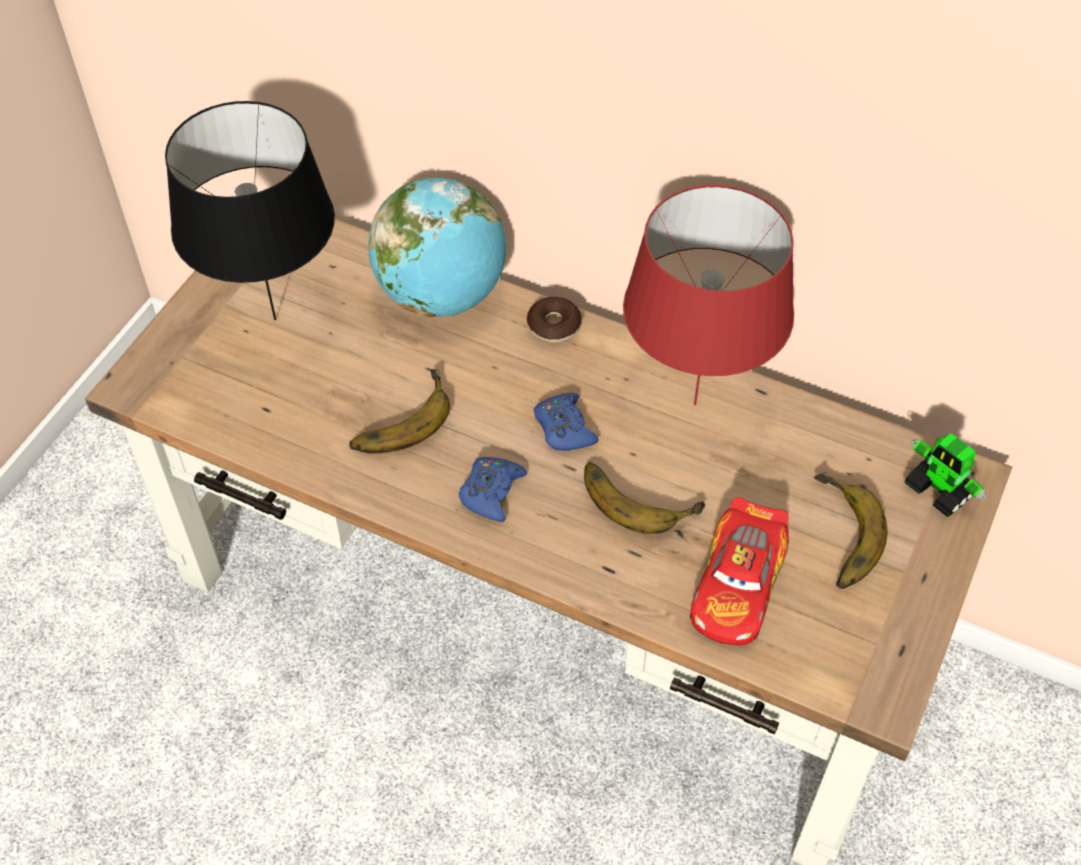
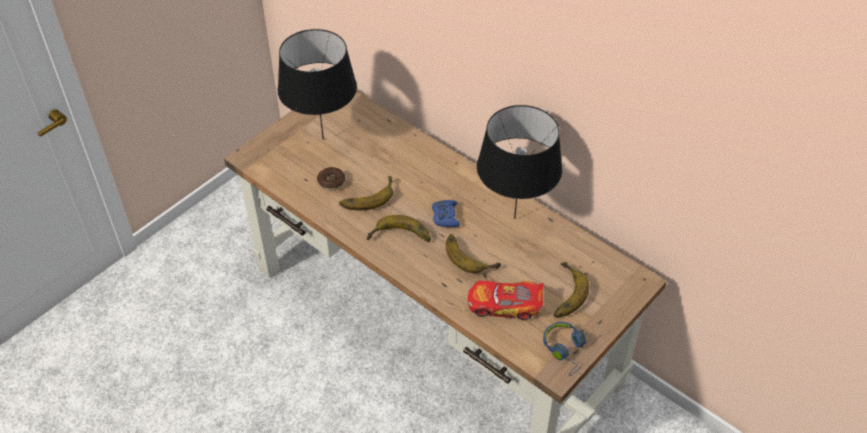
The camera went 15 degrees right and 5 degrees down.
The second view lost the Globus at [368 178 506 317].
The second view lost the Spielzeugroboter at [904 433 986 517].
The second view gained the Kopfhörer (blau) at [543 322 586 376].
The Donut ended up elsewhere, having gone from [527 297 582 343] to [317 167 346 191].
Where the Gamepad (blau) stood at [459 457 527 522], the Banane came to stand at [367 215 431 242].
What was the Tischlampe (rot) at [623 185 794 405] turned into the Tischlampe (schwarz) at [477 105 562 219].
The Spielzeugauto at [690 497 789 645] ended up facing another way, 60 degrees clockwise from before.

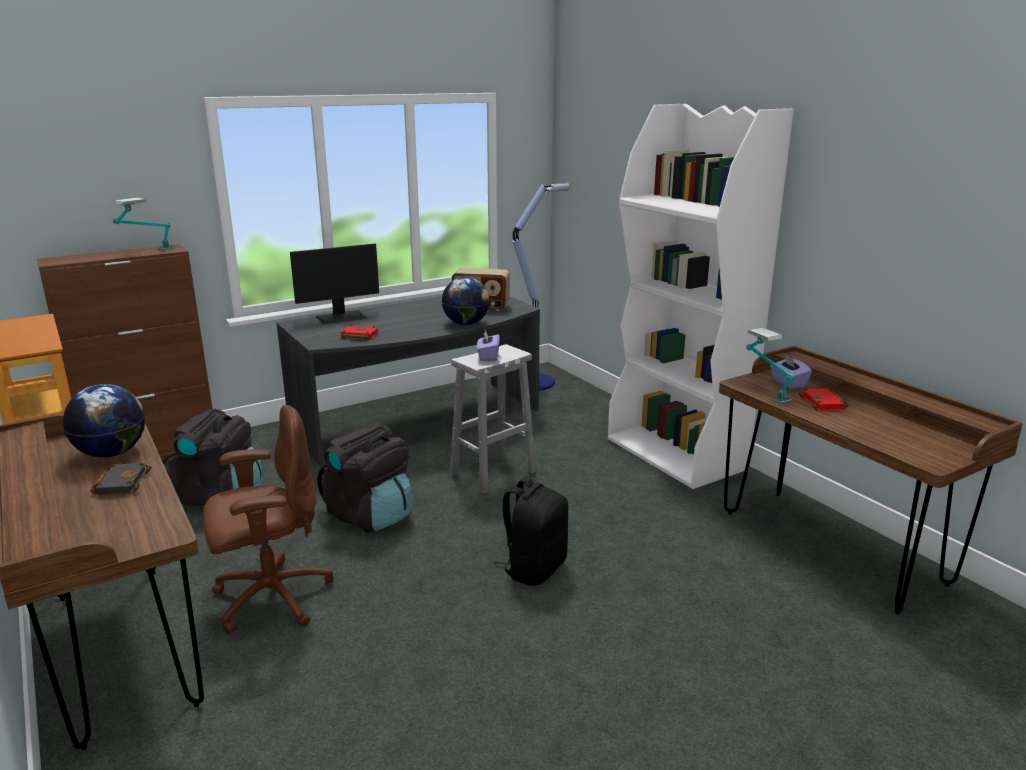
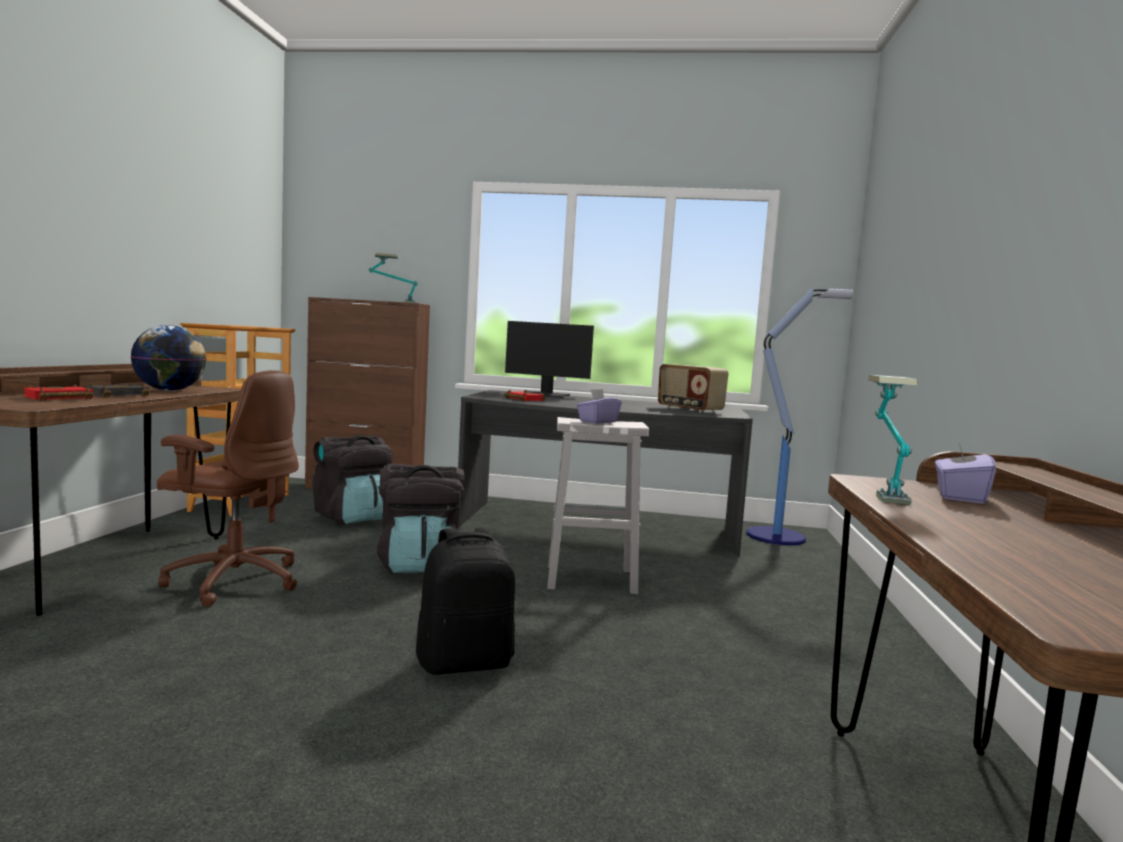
The camera went 40 degrees right and 15 degrees down.
The second view lost the Globus at [442 277 490 325].
The second view lost the Bücherregal (weiß) at [608 104 794 489].
The Buch (rot) ended up elsewhere, having gone from [798 388 849 411] to [23 384 94 401].

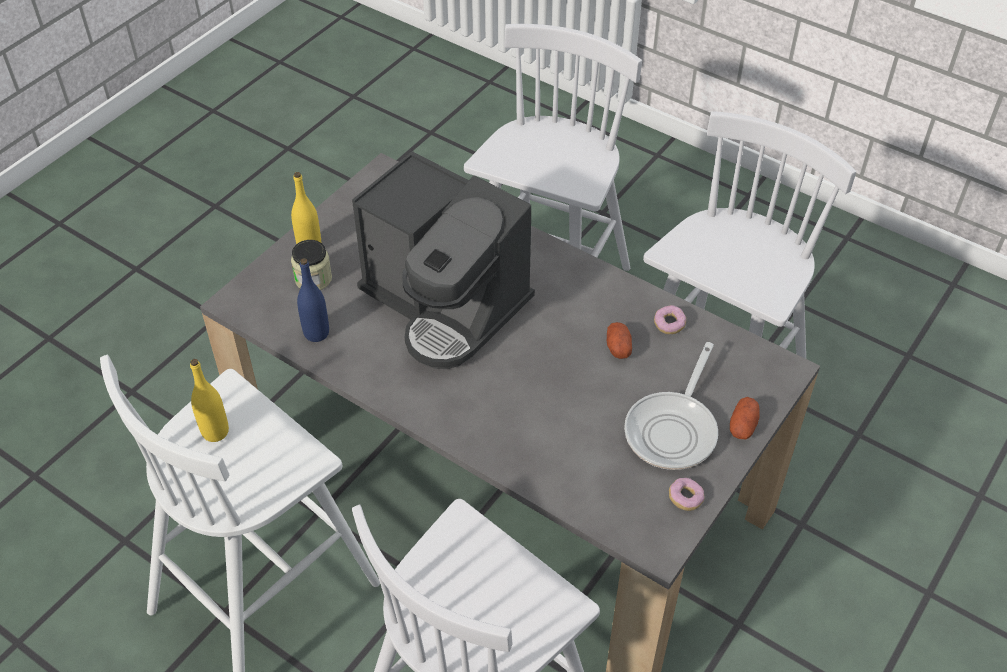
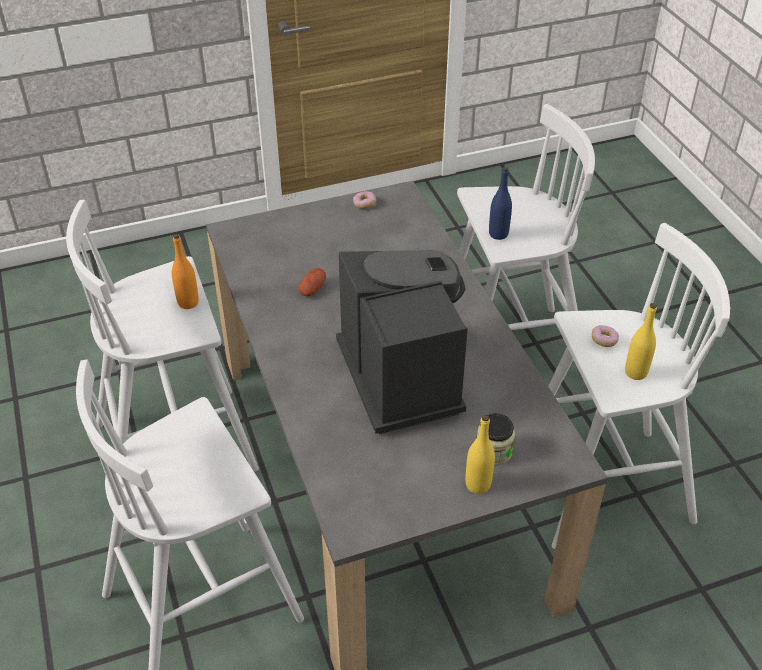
The camera went 145 degrees left and 5 degrees down.
The second view lost the Pfanne at [624 342 718 470].
The second view lost the Kartoffel at [730 397 759 439].
The second view gained the Flasche (orange) at [172 234 199 309].
The Flasche (blau) ended up elsewhere, having gone from [297 258 329 342] to [489 167 512 240].
The Donut ended up elsewhere, having gone from [654 305 686 334] to [592 325 619 347].

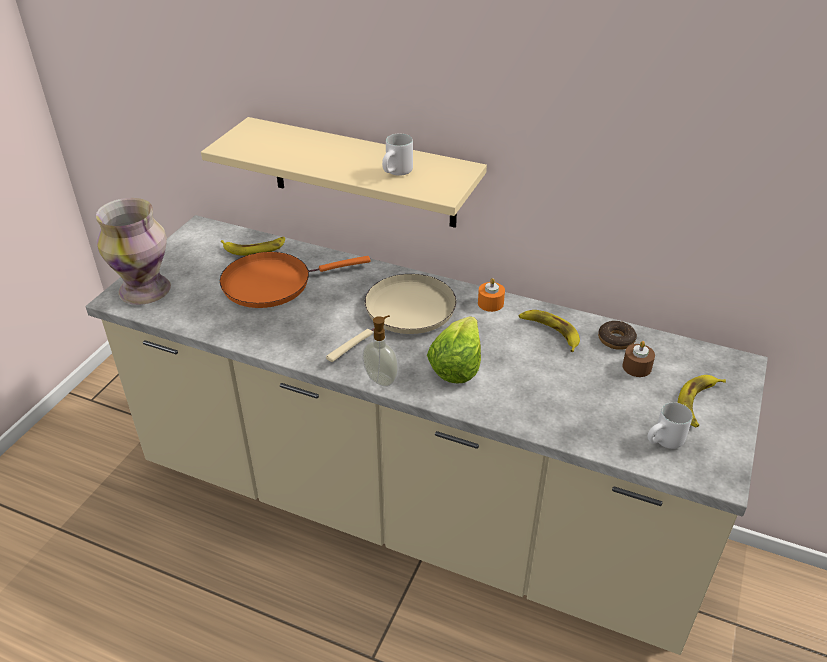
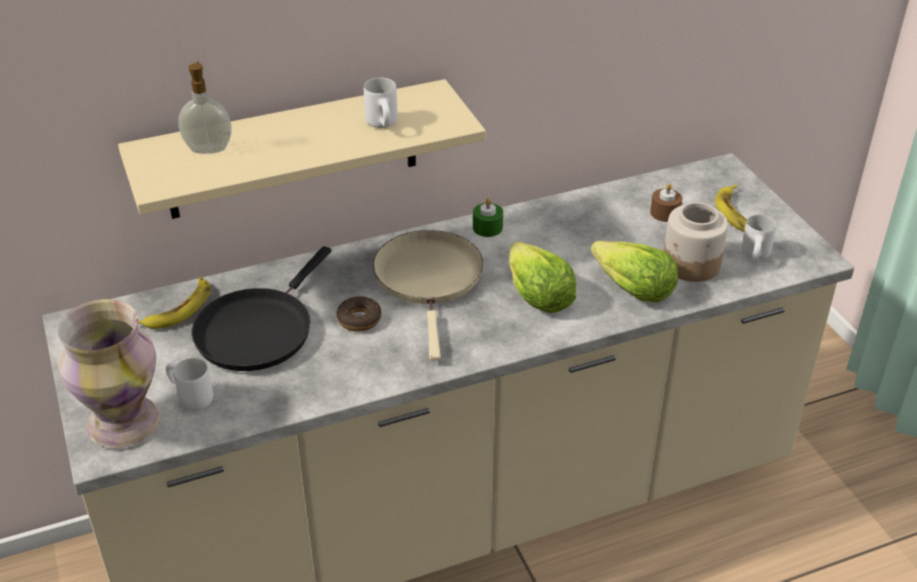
The camera went 45 degrees left and 0 degrees up.
The second view lost the Banane at [519 310 580 352].
The second view gained the Henkelbecher (weiß) at [166 358 213 411].
The second view gained the Salatkopf at [591 241 678 302].
The second view gained the Vorratsglas at [664 202 728 282].
The Seifenspender ended up elsewhere, having gone from [362 315 399 387] to [178 61 232 154].
The Donut ended up elsewhere, having gone from [598 321 637 350] to [336 296 381 331].
What was the Pfanne (orange) at [220 252 371 308] turned into the Pfanne (schwarz) at [192 246 331 371].
What was the Kerze (orange) at [478 278 505 312] turned into the Kerze (grün) at [473 198 503 237].

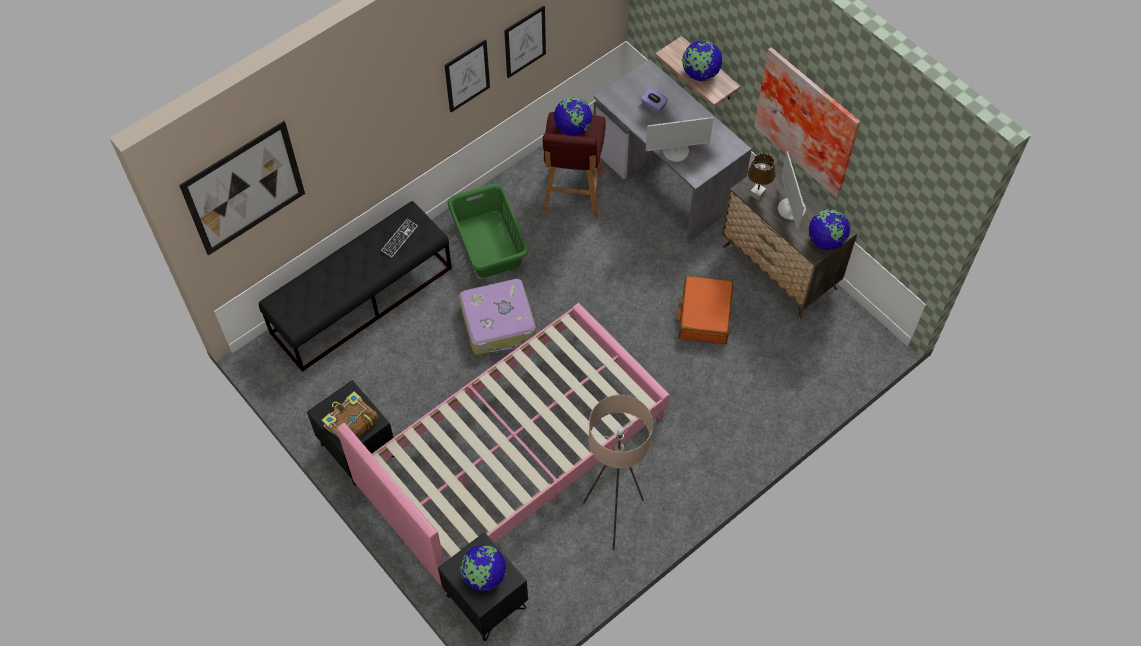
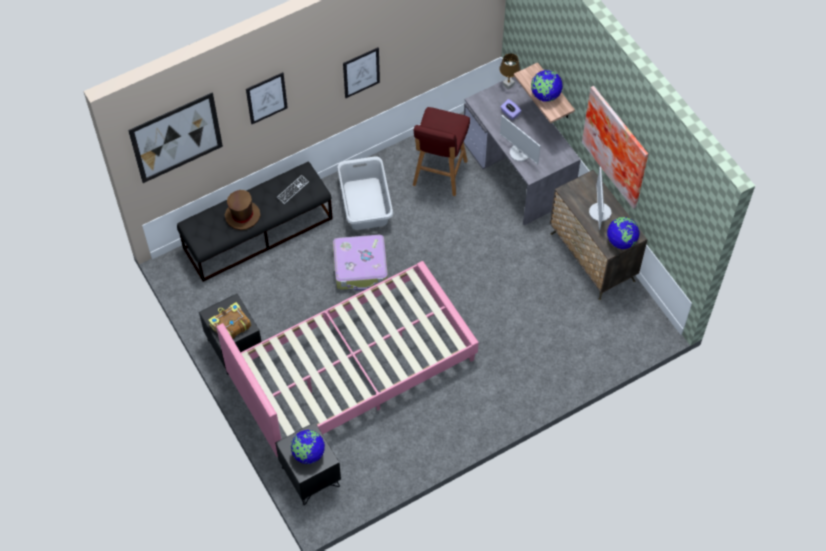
The camera went 10 degrees right and 0 degrees up.
The second view lost the Globus at [554 97 592 136].
The second view lost the Stehlampe (beige) at [583 395 653 550].
The second view lost the Koffer (orange) at [678 276 733 344].
The second view gained the Hut (braun) at [225 190 261 230].
The Bild ended up elsewhere, having gone from [504 6 546 78] to [246 72 288 124].
The Tischlampe (braun) ended up elsewhere, having gone from [748 153 776 200] to [499 53 520 90].
What was the Wäschekorb (grün) at [448 183 529 278] turned into the Wäschekorb (grau) at [337 156 393 230].
The Monitor at [646 117 713 162] ended up facing another way, 45 degrees clockwise from before.

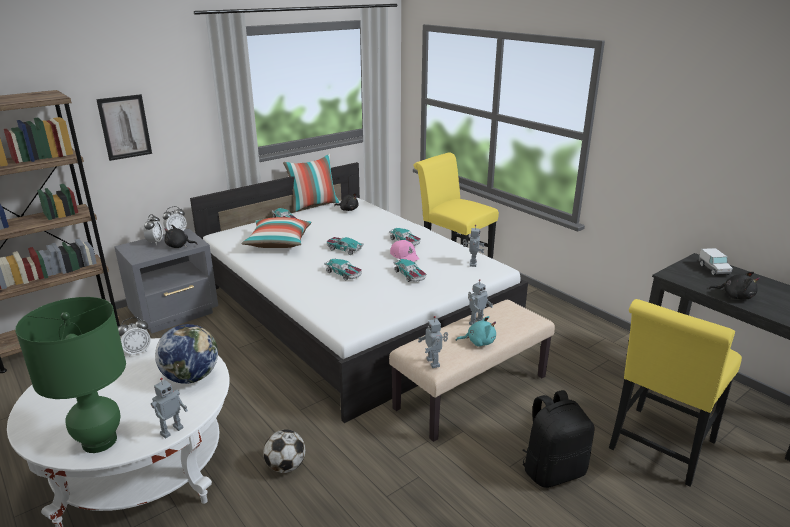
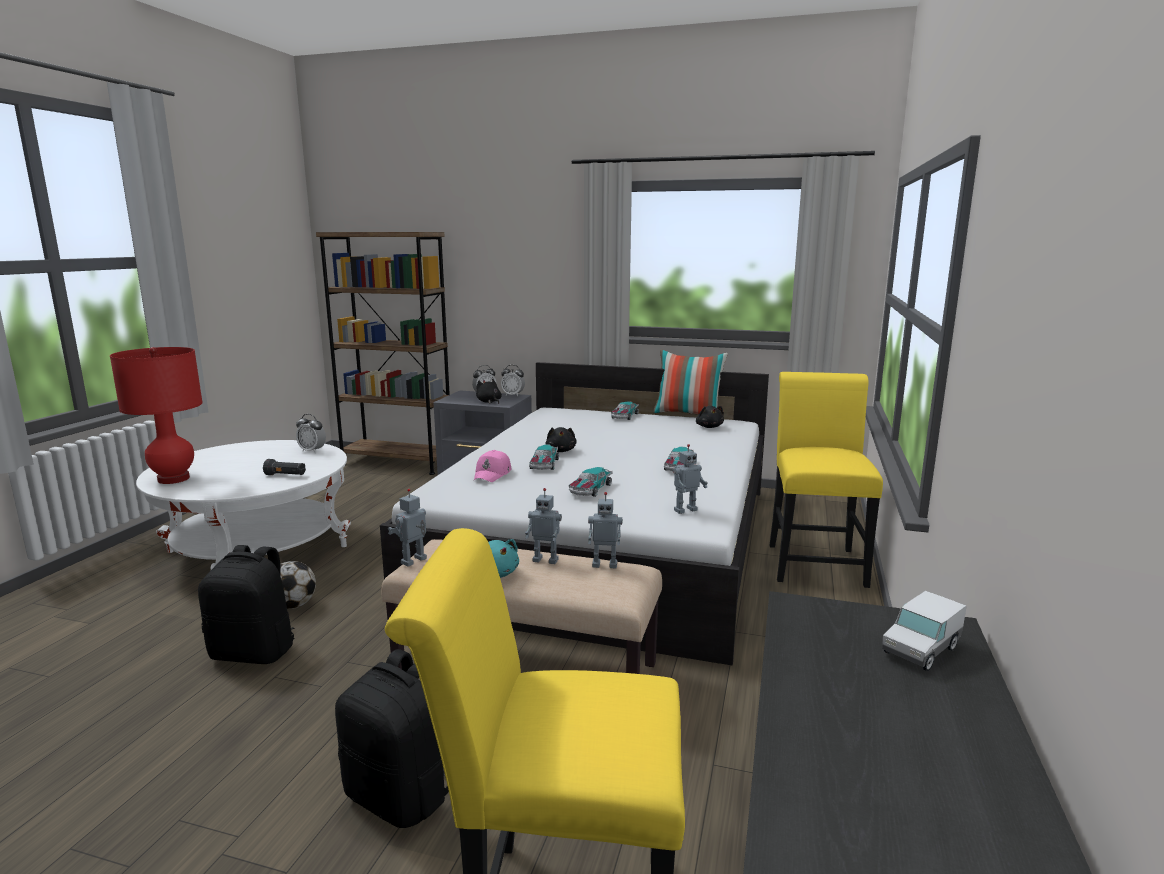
The camera went 55 degrees right and 10 degrees down.
The second view lost the Bild at [96 94 152 161].
The second view lost the Kissen at [242 217 311 248].
The second view lost the Spielzeugauto at [327 237 364 255].
The second view gained the Rucksack (schwarz) at [198 545 294 664].
The Spielzeugroboter ended up elsewhere, having gone from [151 378 188 438] to [588 492 623 568].
The Kappe (rosa) ended up elsewhere, having gone from [390 240 420 262] to [474 450 511 482].
The Plüschtier (schwarz) ended up elsewhere, having gone from [709 272 760 300] to [545 427 577 452].
Where the Globus stood at [155 324 218 384], the Taschenlampe (schwarz) came to stand at [263 459 306 475].
What was the Tischlampe (grün) at [15 297 126 453] turned into the Tischlampe (rot) at [110 347 203 484].

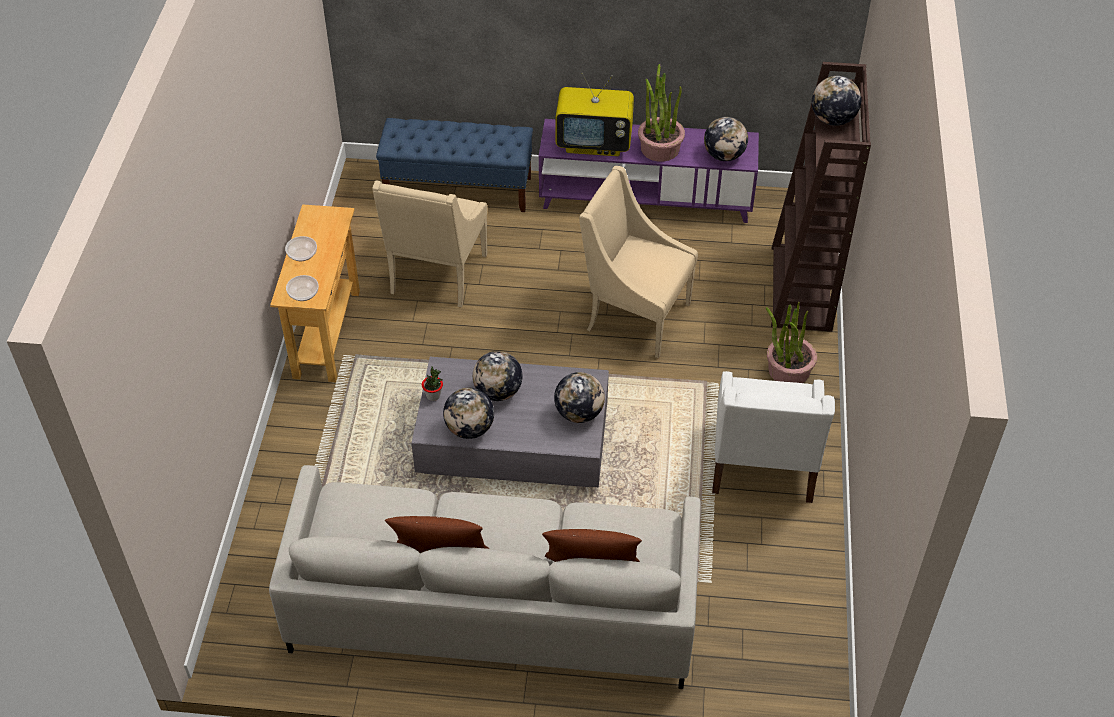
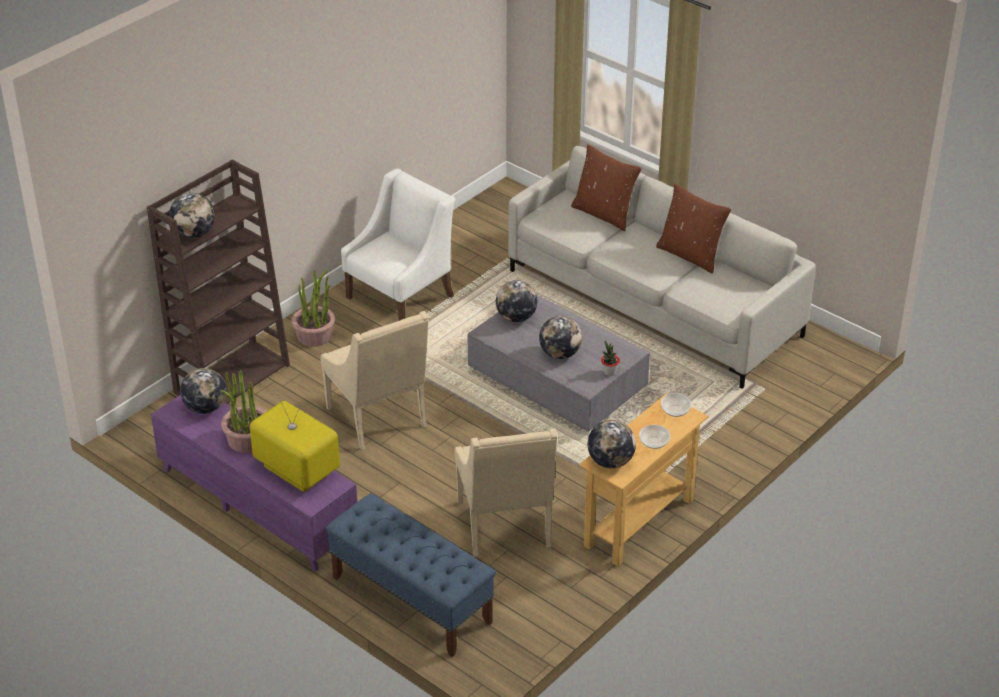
The camera went 145 degrees left and 10 degrees down.
The Globus ended up elsewhere, having gone from [443 388 494 439] to [588 420 636 468].
The Sessel (beige) at [372 180 487 308] ended up facing another way, 120 degrees clockwise from before.

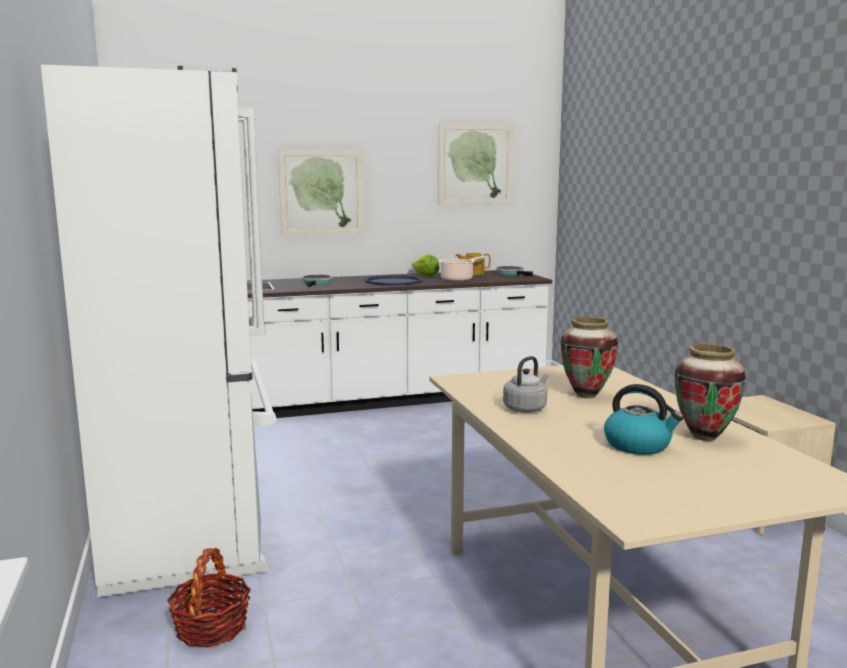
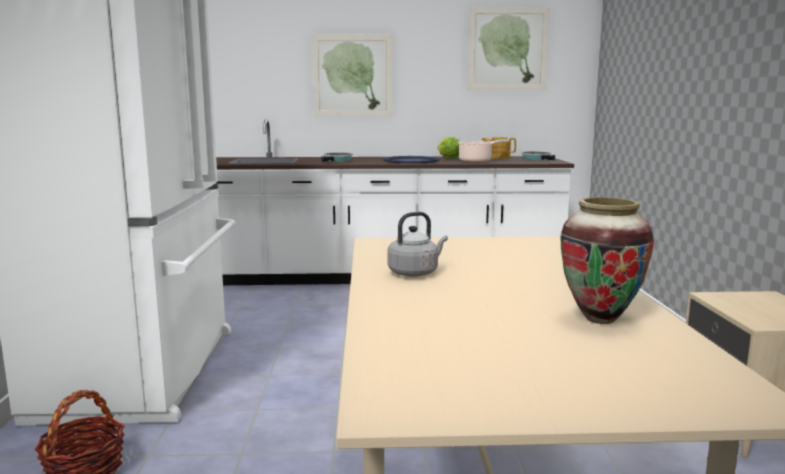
The camera went 15 degrees right and 0 degrees up.
The second view lost the Vase at [561 317 618 398].
The second view lost the Wasserkessel at [604 384 684 455].

